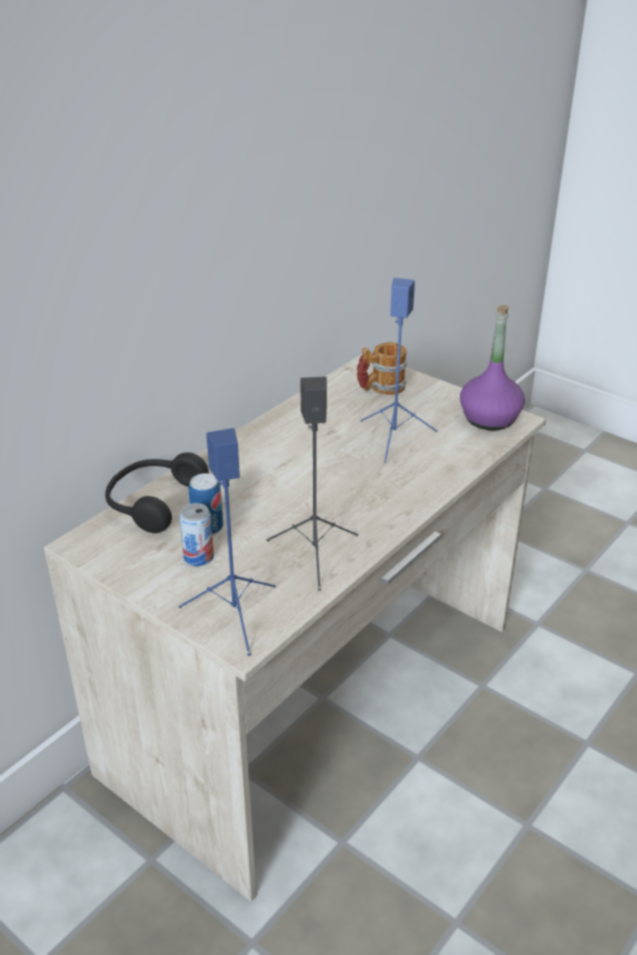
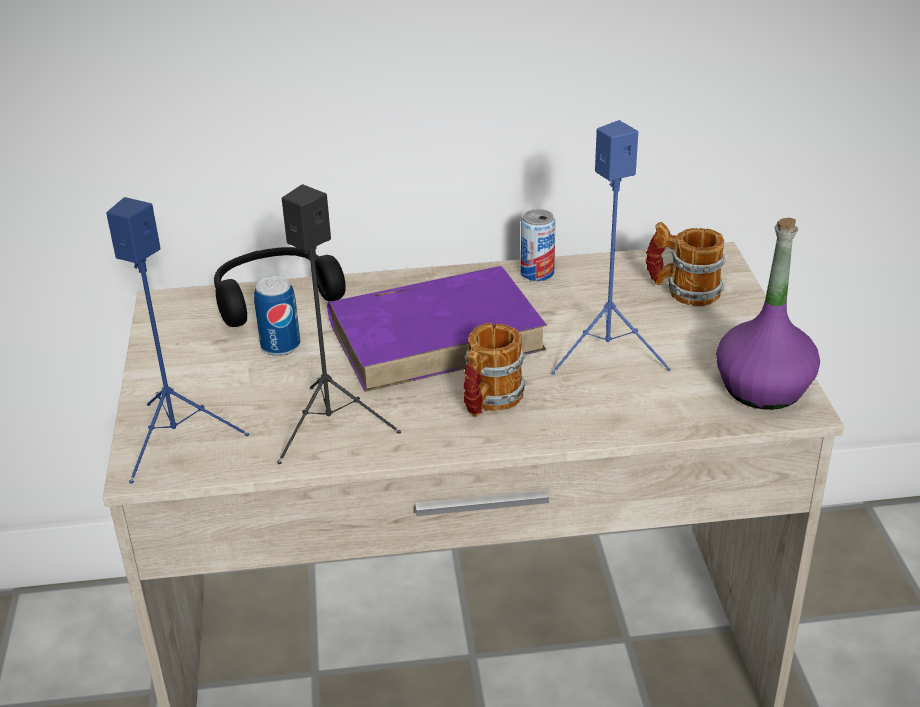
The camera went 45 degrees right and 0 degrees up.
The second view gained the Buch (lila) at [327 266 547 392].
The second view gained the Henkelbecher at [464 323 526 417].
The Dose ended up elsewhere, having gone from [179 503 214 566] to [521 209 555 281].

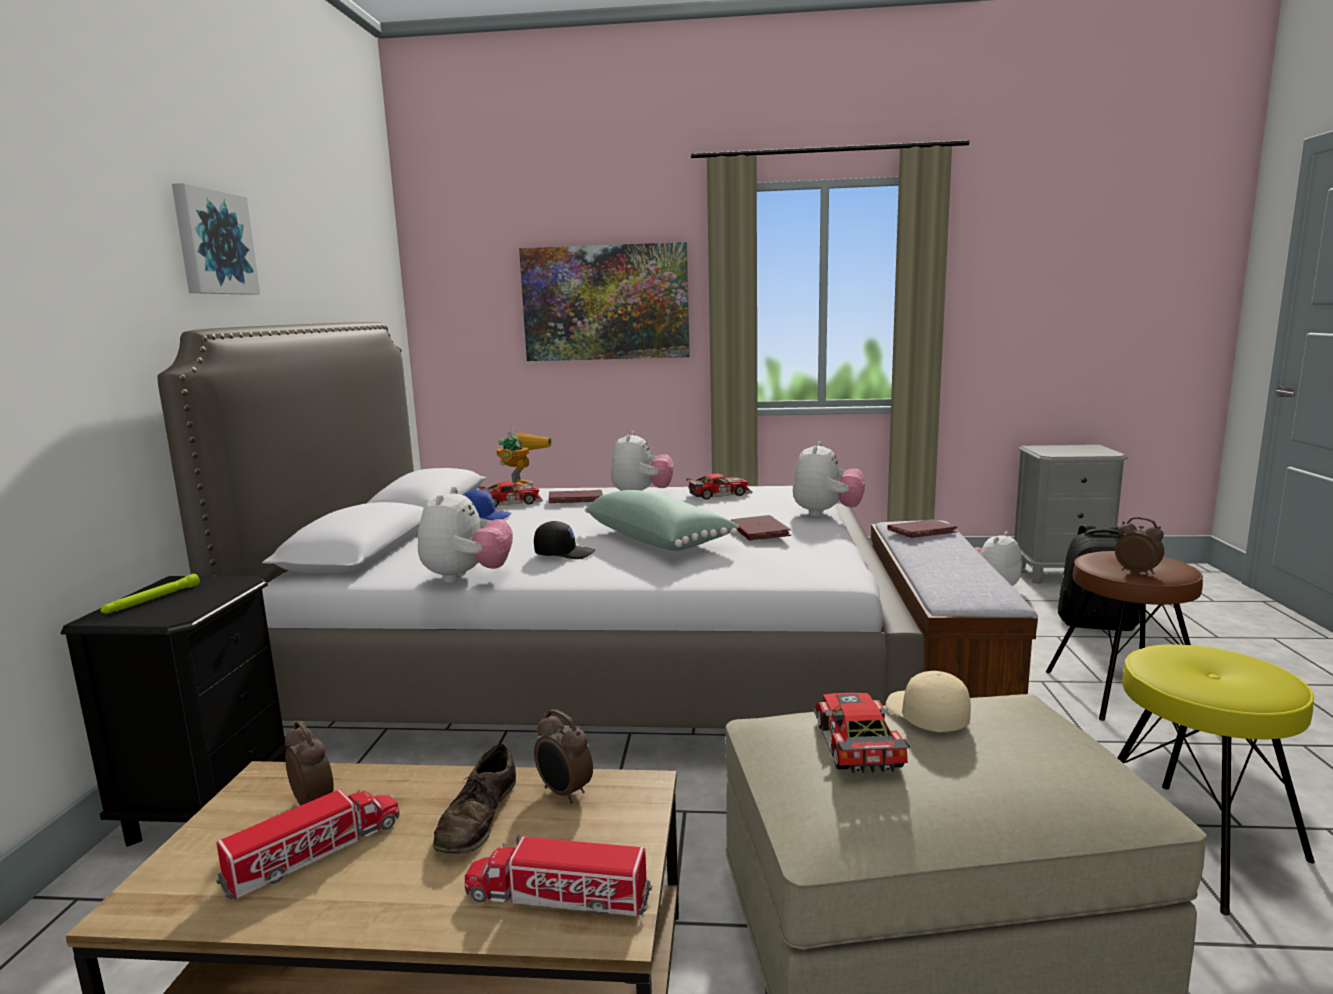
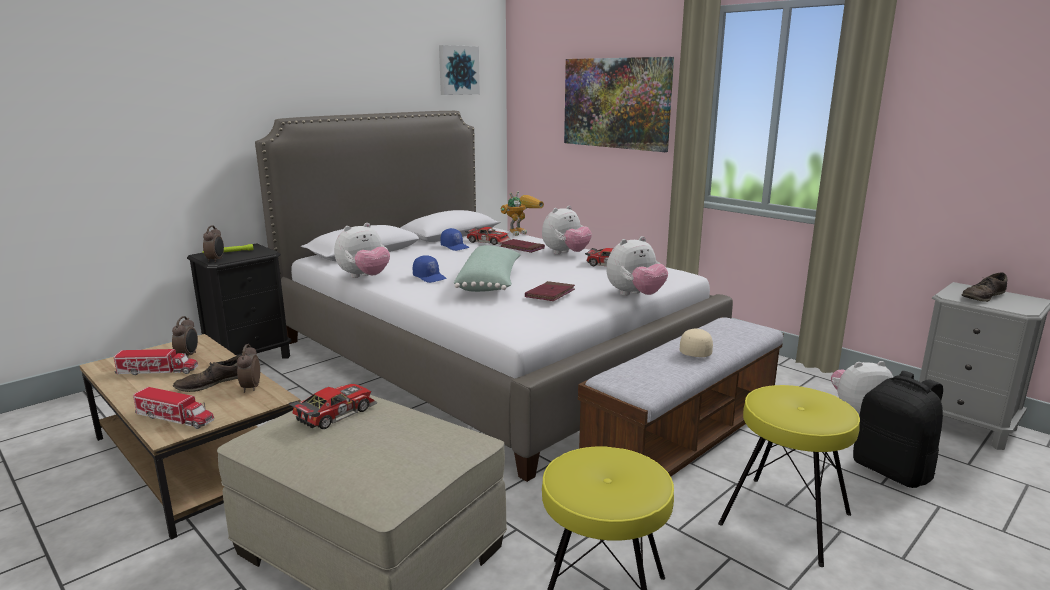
The camera went 40 degrees right and 5 degrees up.
The second view lost the Buch (rot) at [887 519 958 538].
The second view gained the Schuh (braun) at [961 272 1007 302].
The Bild ended up elsewhere, having gone from [172 183 260 295] to [439 45 480 95].
The Kappe (beige) ended up elsewhere, having gone from [886 671 971 732] to [680 329 713 357].
The Wecker ended up elsewhere, having gone from [1115 517 1164 576] to [203 226 224 262].
What was the Kappe (schwarz) at [534 521 595 559] turned into the Kappe (blau) at [413 255 447 283].
What was the Hocker (braun) at [1046 551 1203 721] turned into the Hocker (gelb) at [718 385 860 567].
The Spielzeuglaster at [465 834 653 916] ended up facing another way, 150 degrees clockwise from before.

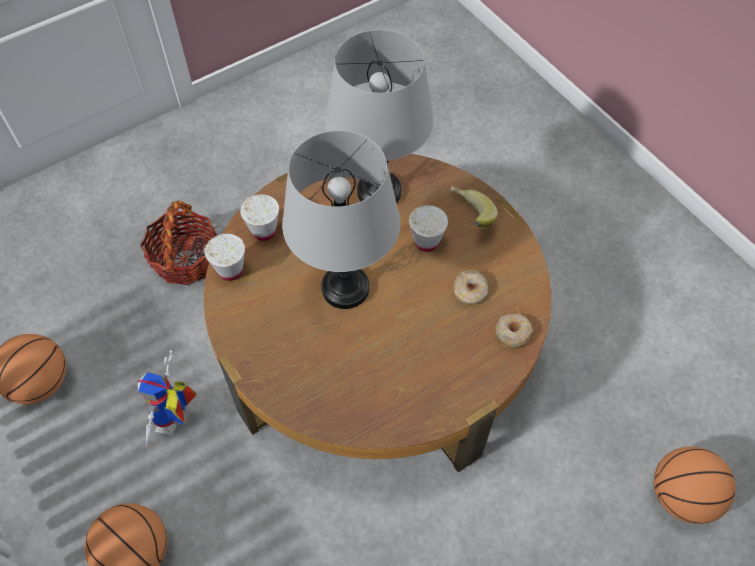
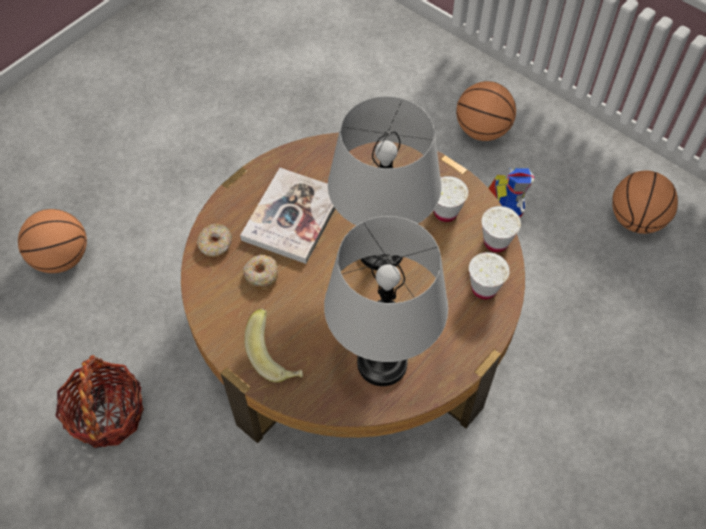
The camera went 165 degrees right and 0 degrees up.
The second view gained the Buch at [240 168 335 264].
The Korb ended up elsewhere, having gone from [140 201 217 285] to [56 355 144 448].
The Tasse (weiß) ended up elsewhere, having gone from [409 205 448 252] to [434 176 468 222].

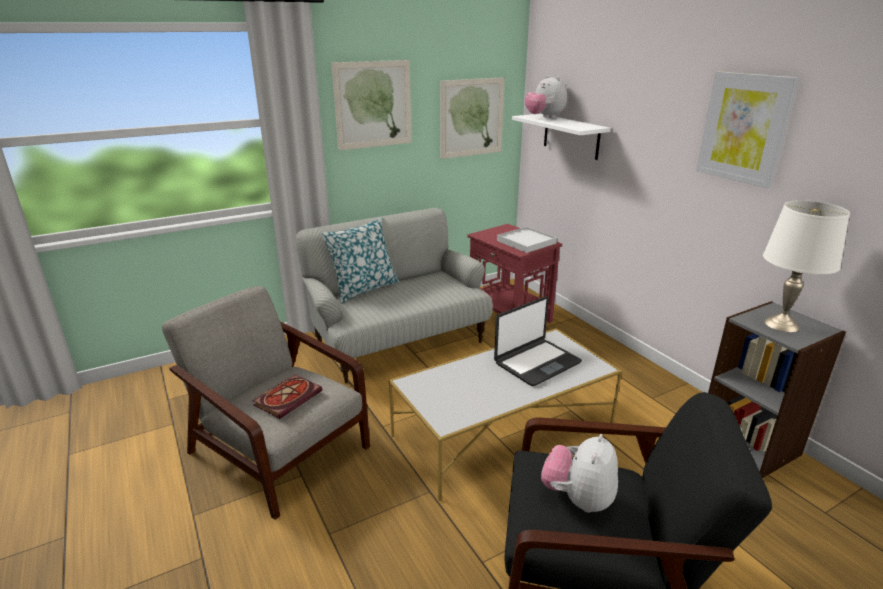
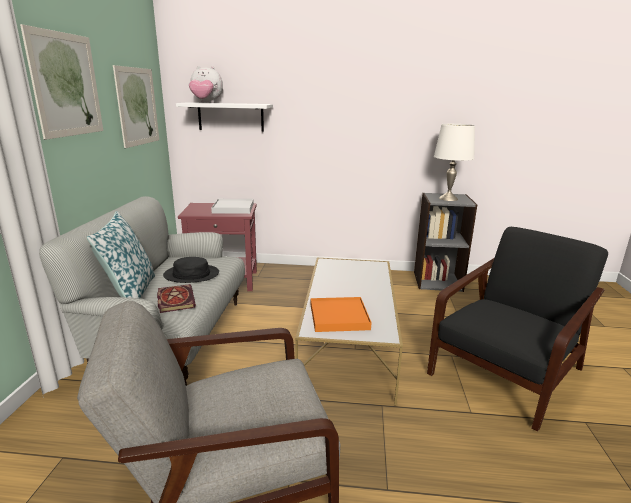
The camera went 55 degrees left and 5 degrees down.
The second view lost the Laptop at [494 296 582 386].
The second view lost the Plüschtier at [541 434 618 513].
The second view lost the Bild at [696 71 799 188].
The second view gained the Hut (schwarz) at [163 257 219 283].
The second view gained the Tablett (orange) at [311 297 372 332].
The Buch ended up elsewhere, having gone from [253 375 323 419] to [157 284 196 313].

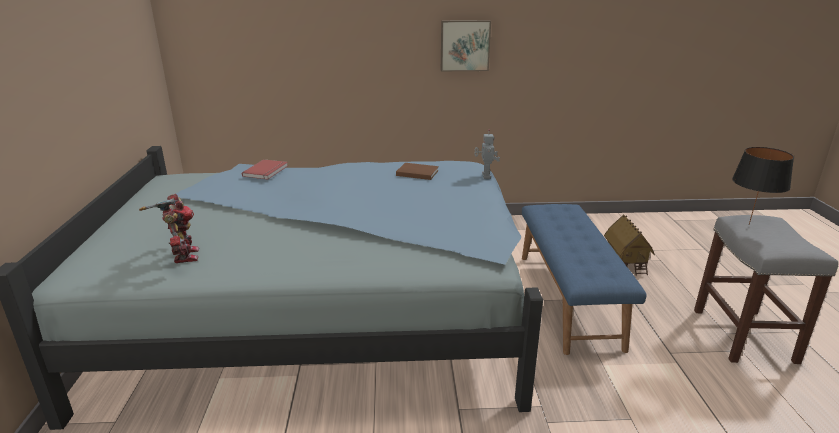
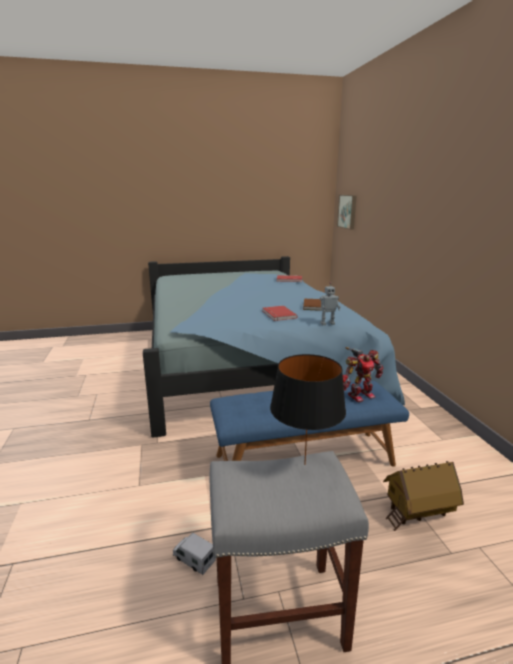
The camera went 80 degrees right and 5 degrees down.
The second view gained the Spielzeuglaster at [173 533 216 575].
The second view gained the Buch (rot) at [263 306 298 321].
The Spielzeugroboter ended up elsewhere, having gone from [139 194 199 263] to [343 347 384 402].
The Bild ended up elsewhere, having gone from [441 20 491 71] to [337 195 357 230].

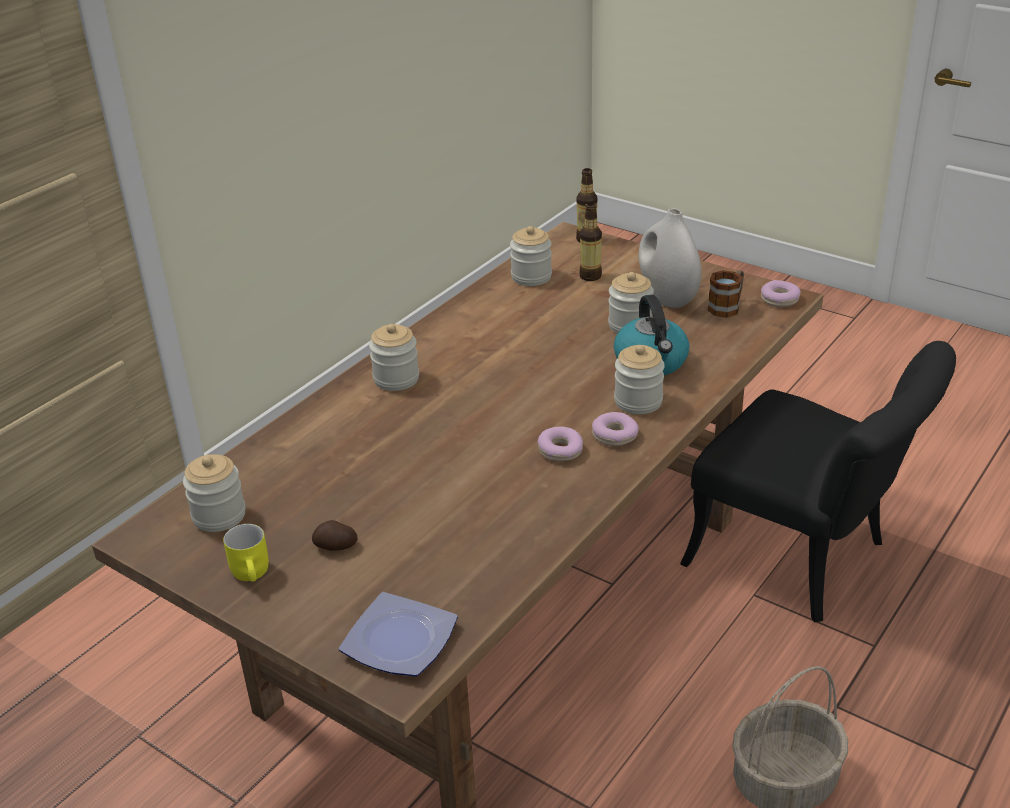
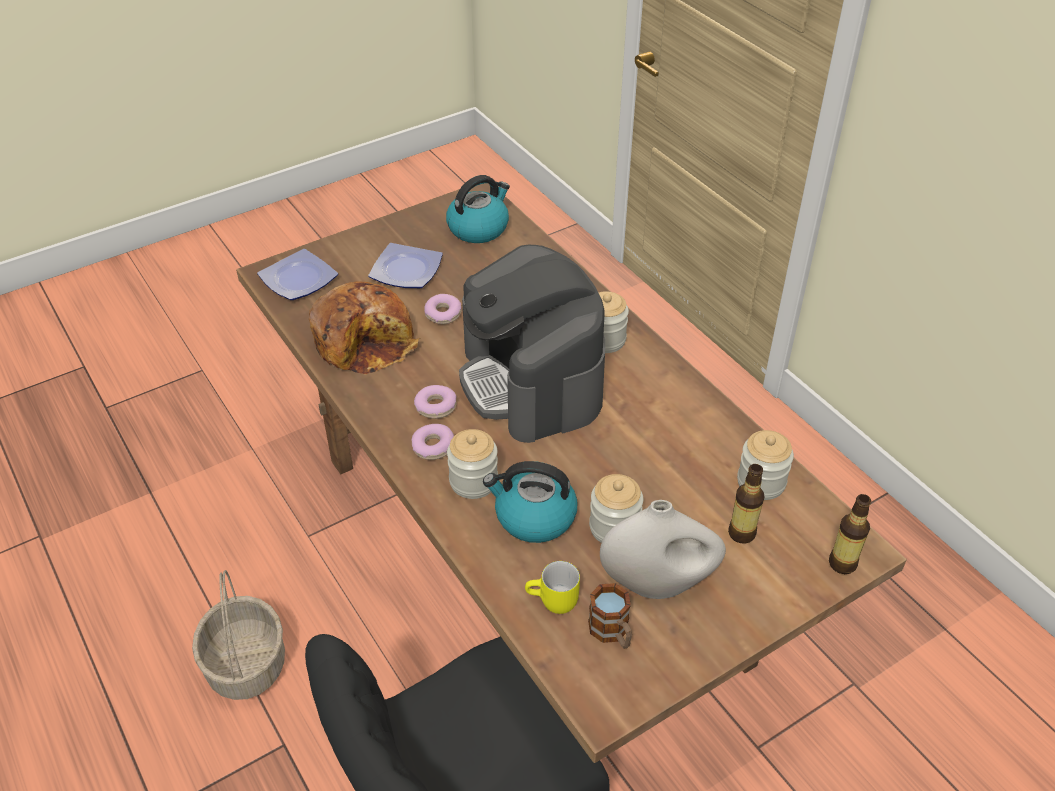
The camera went 110 degrees right and 10 degrees up.
The second view gained the Brot at [309 281 420 375].
The second view gained the Kaffeemaschine at [459 245 605 443].
The Henkelbecher (gelb) ended up elsewhere, having gone from [223 524 269 582] to [525 561 580 614].
The Donut ended up elsewhere, having gone from [761 280 801 307] to [424 294 462 324].
Where the Vorratsglas stood at [183 454 246 532], the Wasserkessel came to stand at [446 175 510 243].
Where the Kartoffel stood at [312 520 357 551], the Teller came to stand at [368 243 443 288].

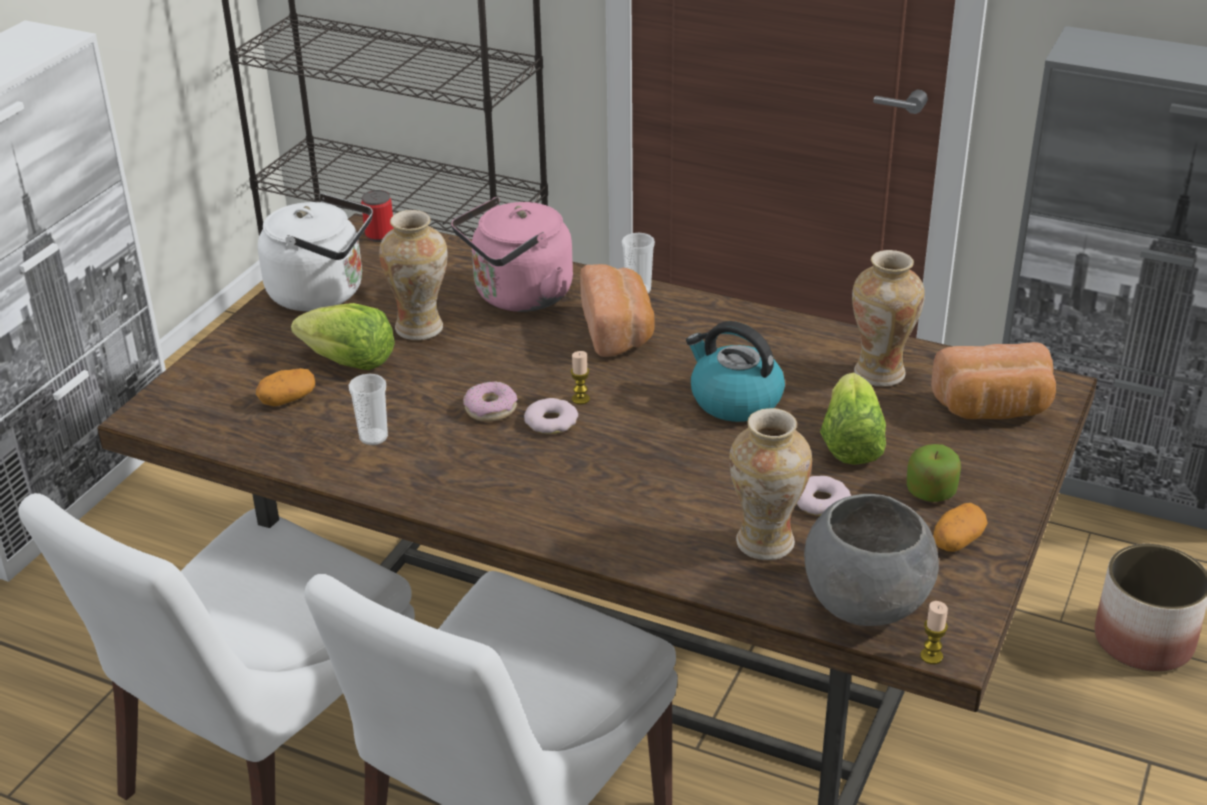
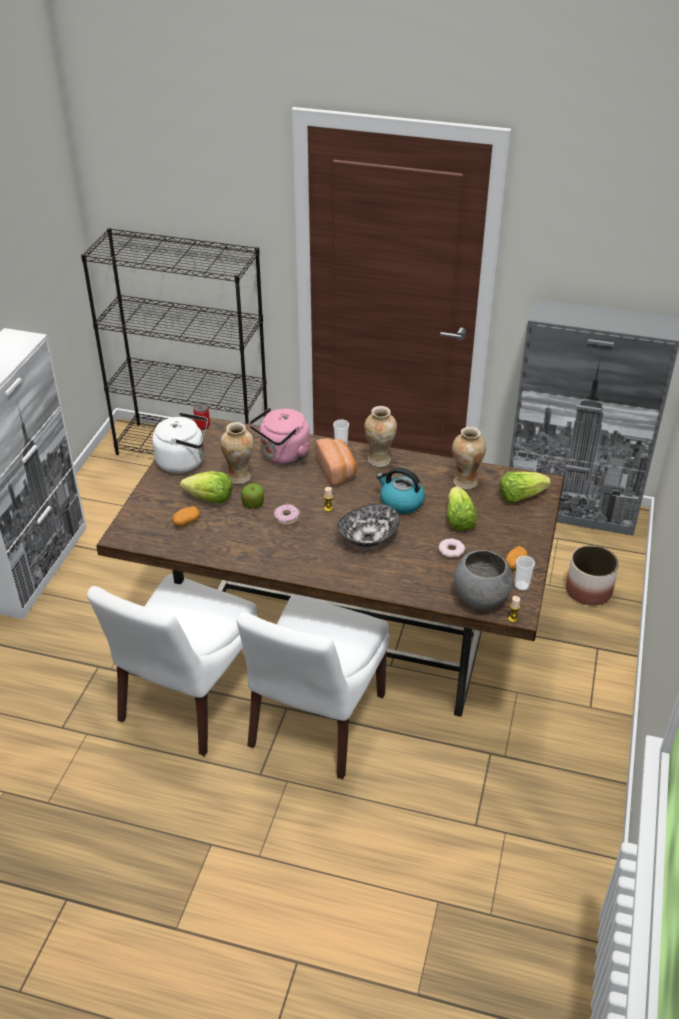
The camera went 10 degrees left and 5 degrees up.
The second view lost the Donut at [524 398 578 434].
The second view gained the Schüssel at [337 504 400 547].
The Tasse ended up elsewhere, having gone from [349 374 388 445] to [515 556 535 591].
The Vase ended up elsewhere, having gone from [729 408 812 560] to [364 406 397 467].
The Apfel ended up elsewhere, having gone from [907 444 961 502] to [241 483 264 509].
Where the Brot stood at [931 342 1056 419], the Salatkopf came to stand at [499 472 551 503].

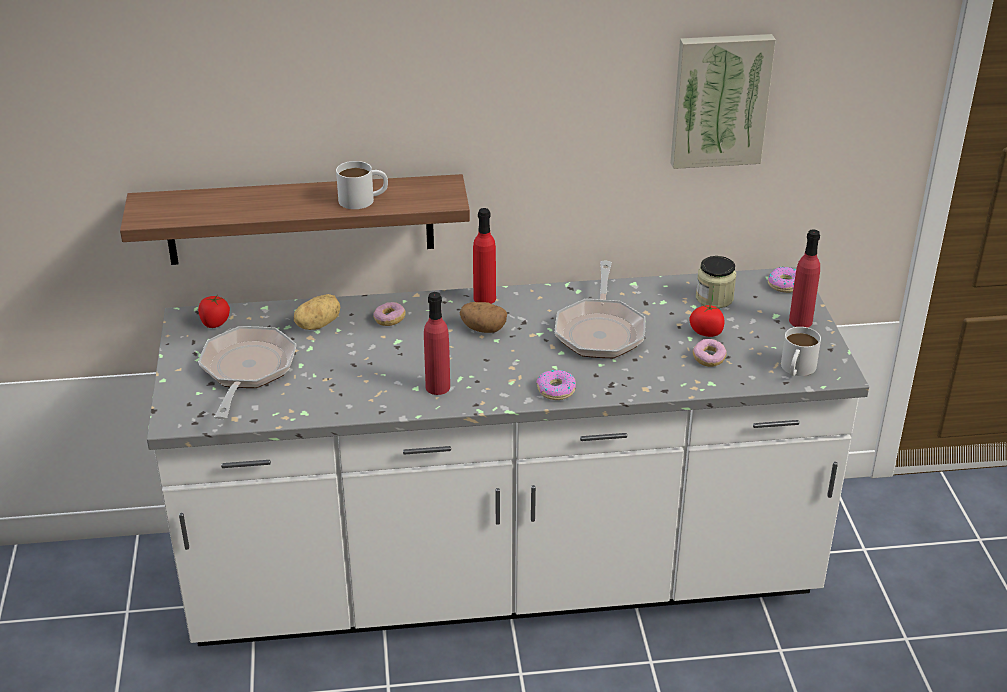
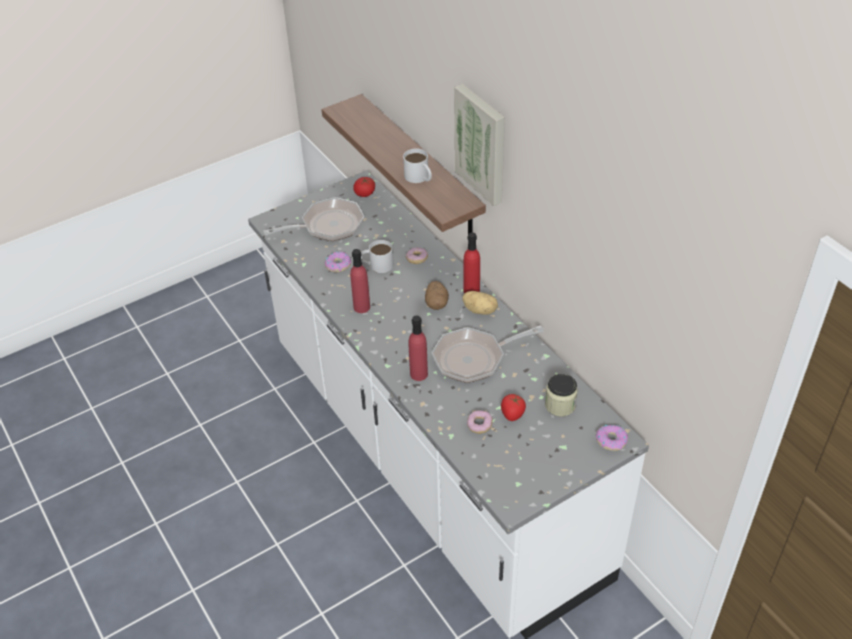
The camera went 65 degrees right and 10 degrees up.
The Kartoffel ended up elsewhere, having gone from [294 294 340 330] to [462 291 498 315].
The Donut ended up elsewhere, having gone from [536 370 576 400] to [325 251 351 272].
The Bild ended up elsewhere, having gone from [670 34 776 169] to [454 84 505 206].
The Henkelbecher (weiß) ended up elsewhere, having gone from [781 327 821 376] to [361 240 394 273].
The Flasche (rot) ended up elsewhere, having gone from [789 229 820 327] to [409 315 428 381].

